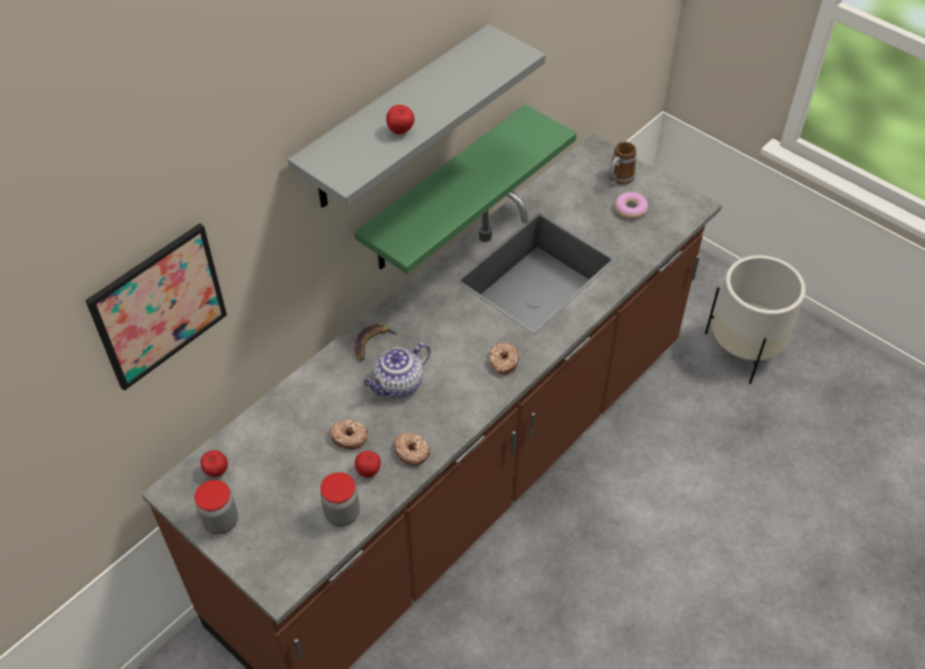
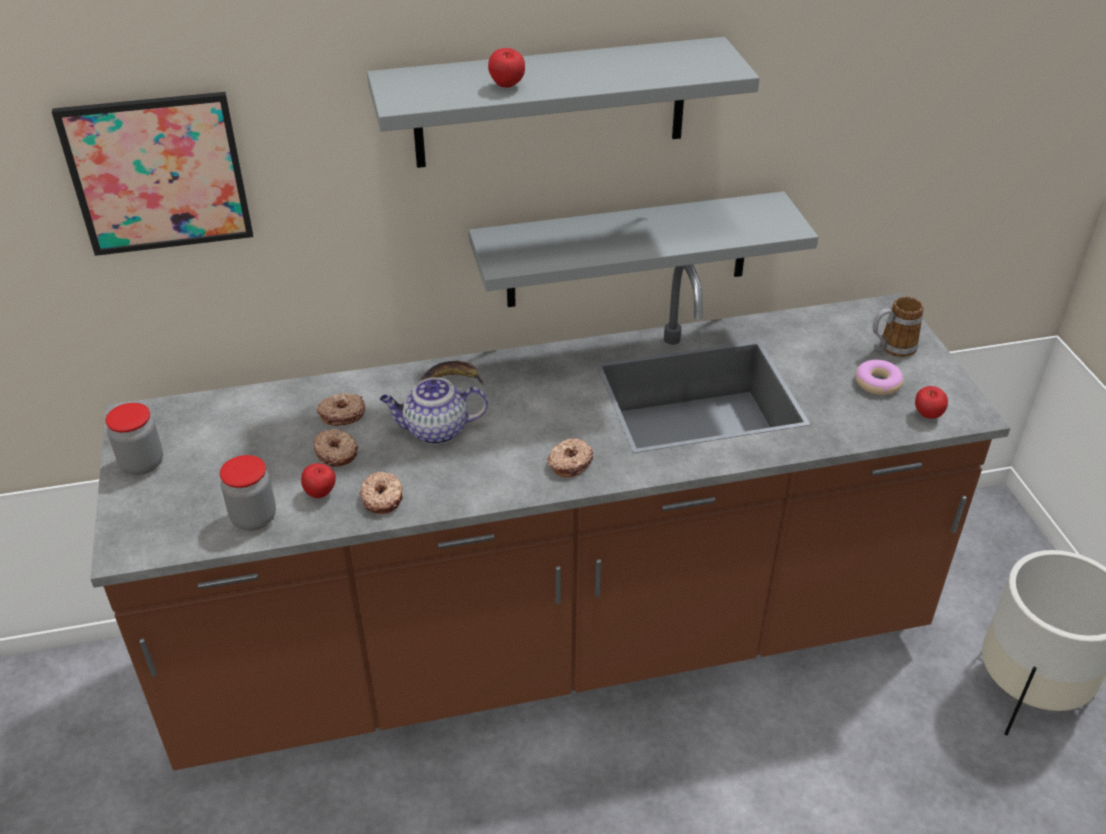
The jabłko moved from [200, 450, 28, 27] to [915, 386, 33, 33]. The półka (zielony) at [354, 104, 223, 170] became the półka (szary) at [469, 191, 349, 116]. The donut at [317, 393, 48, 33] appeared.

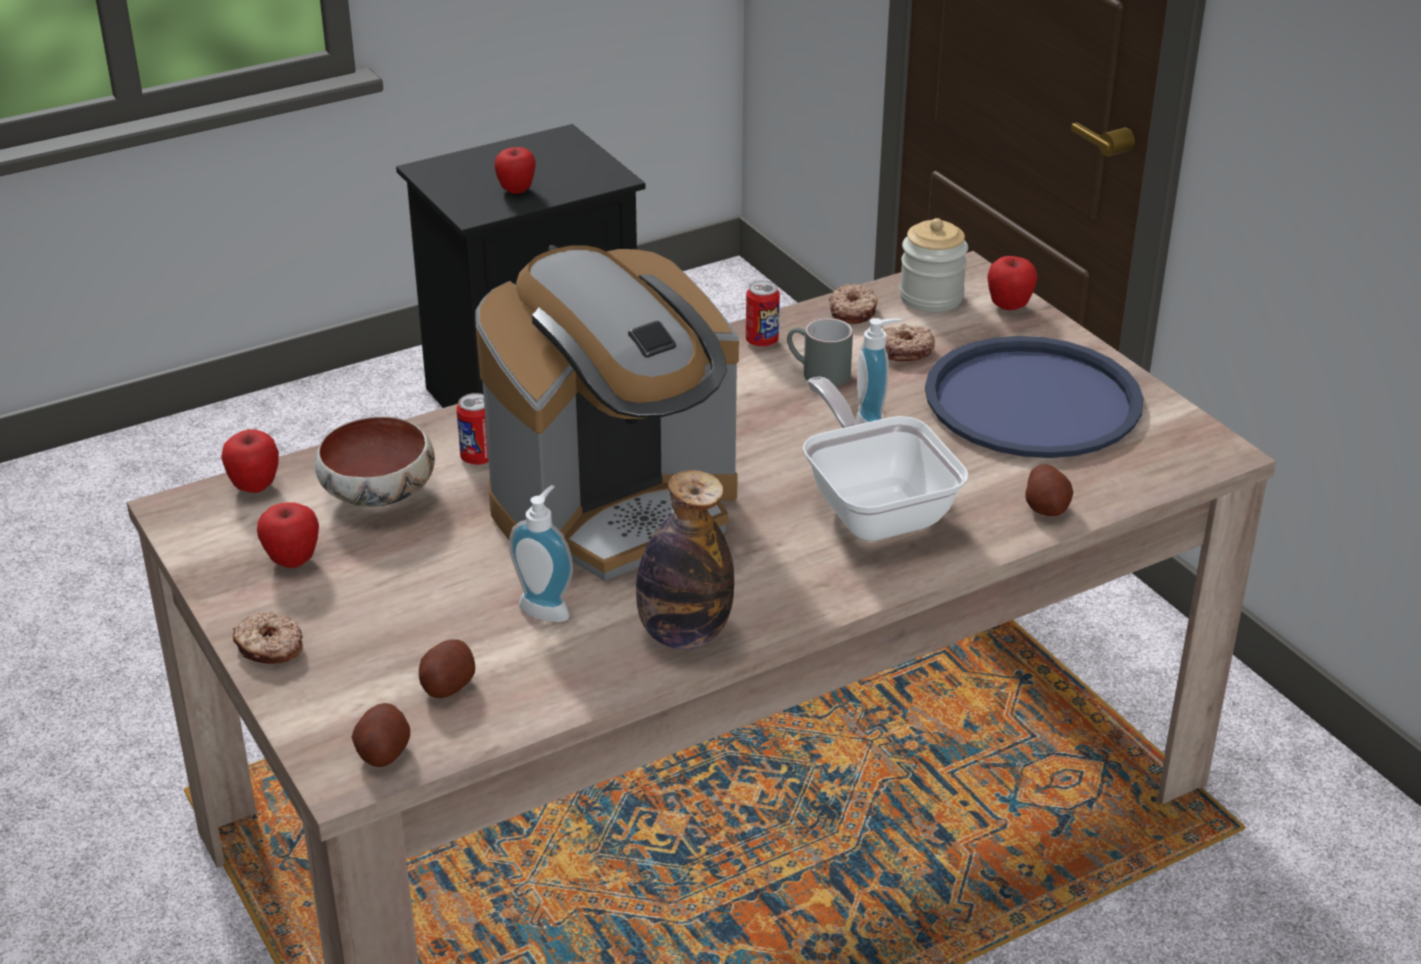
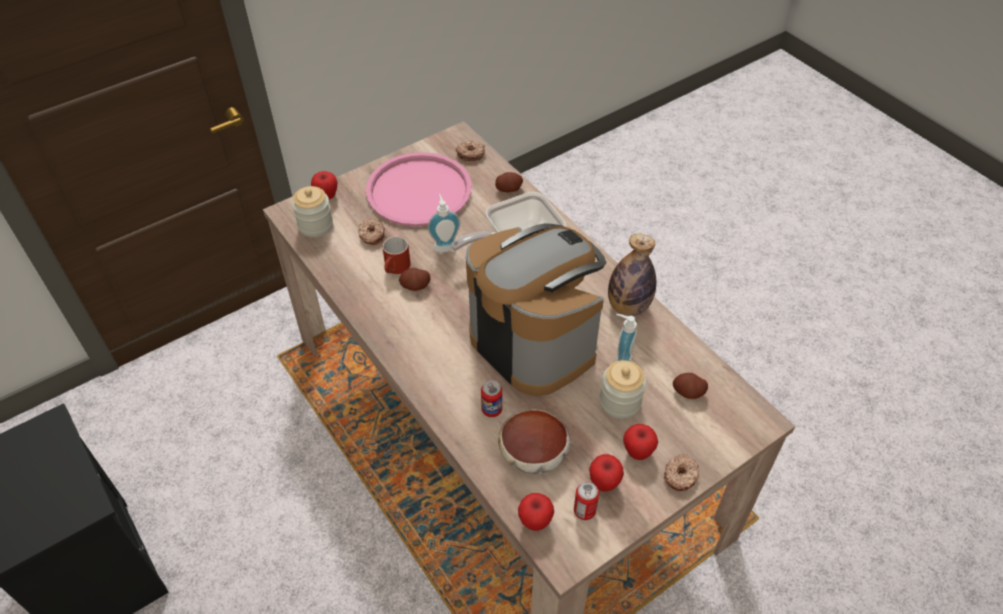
The ziemniak moved from [352, 703, 58, 64] to [399, 268, 31, 23]. The jabłko moved from [494, 147, 42, 47] to [623, 424, 35, 36]. The puszka moved from [746, 281, 34, 66] to [574, 482, 25, 38]. The kubek (szary) at [787, 318, 66, 69] became the kubek (czerwony) at [382, 236, 29, 38]. The donut moved from [829, 284, 48, 40] to [456, 141, 29, 20]. The taca (niebieski) at [925, 336, 219, 122] became the taca (różowy) at [366, 152, 106, 74]. The słoik at [599, 360, 47, 59] appeared.

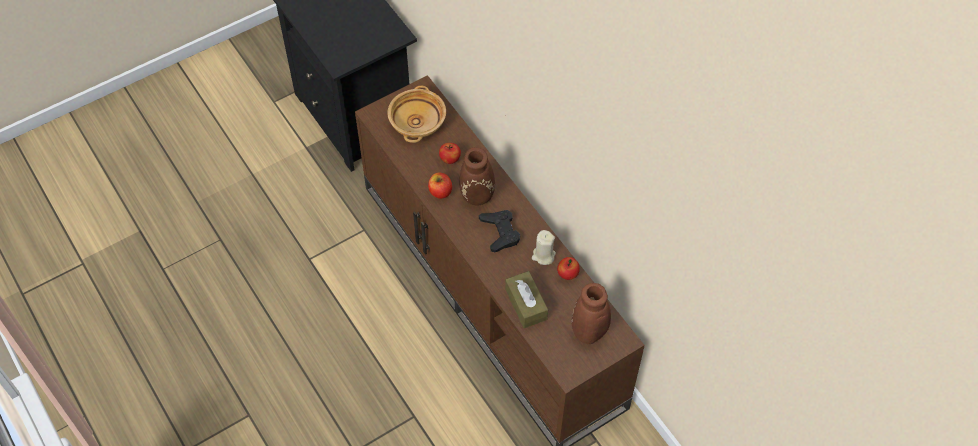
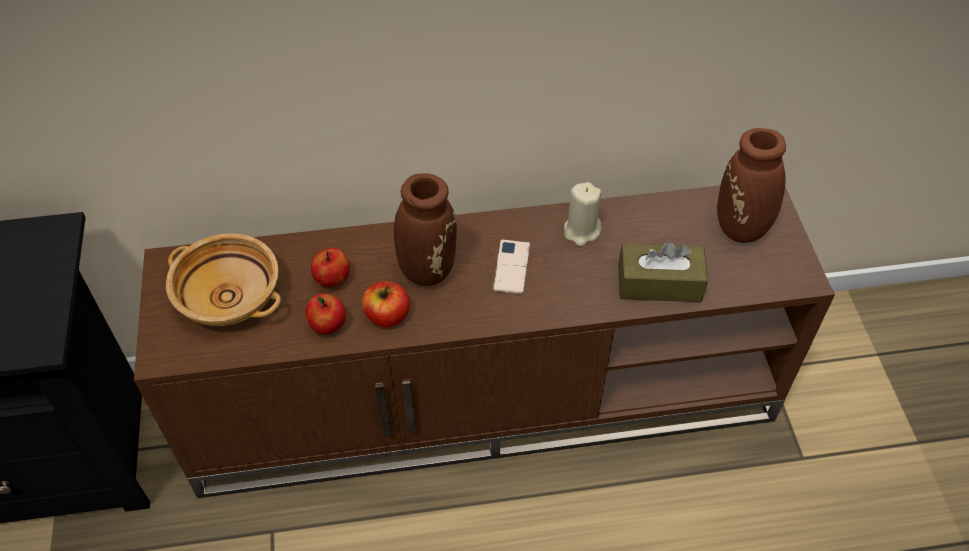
The pad do gier (czarny) at [479, 210, 41, 42] was replaced by the telefon at [493, 239, 37, 55]. The jabłko moved from [557, 257, 23, 23] to [305, 293, 41, 41].

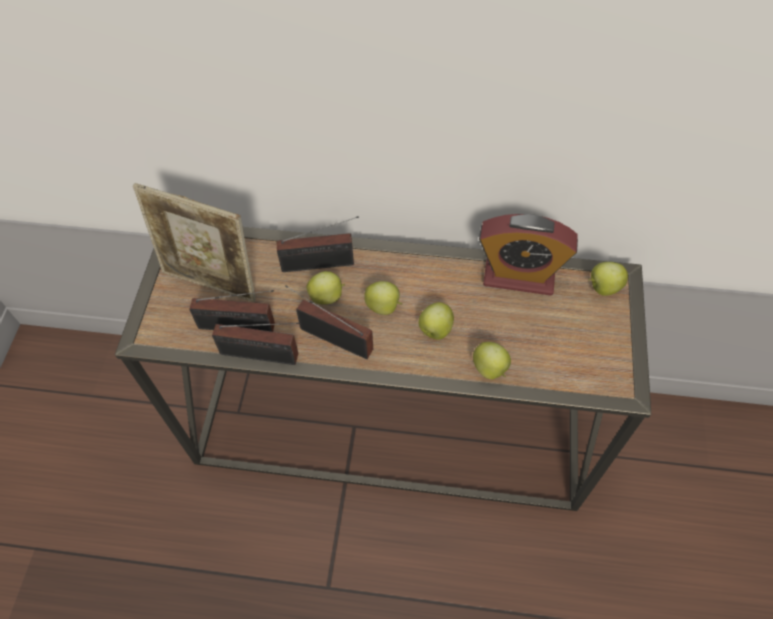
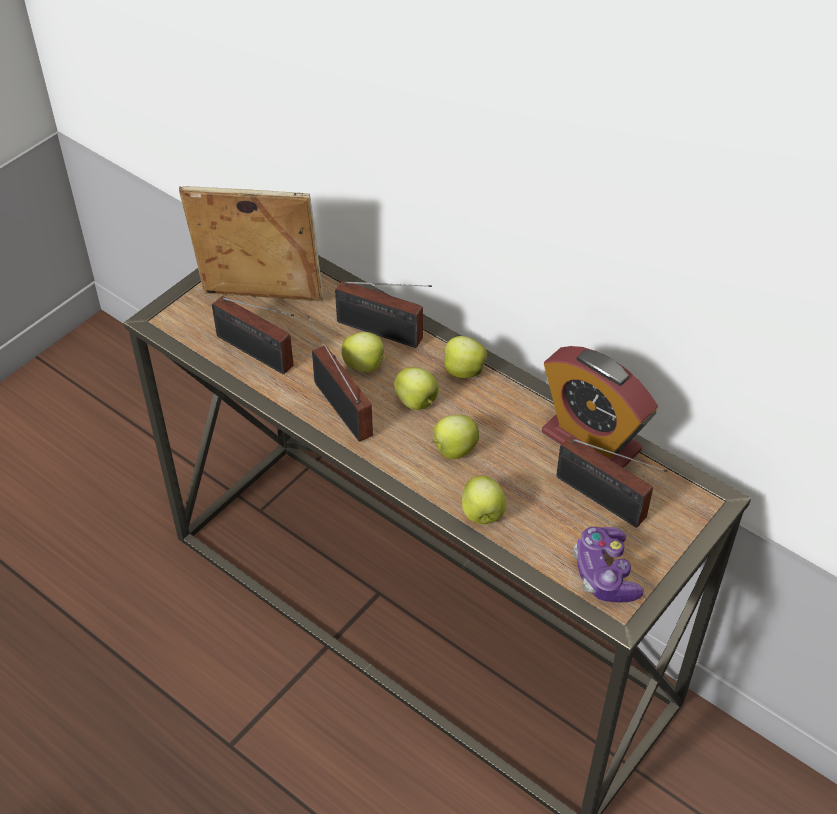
The ramka na zdjęcie at [133, 183, 123, 119] turned 135 degrees clockwise. The radio moved from [212, 322, 87, 43] to [556, 436, 111, 92]. The jabłko moved from [588, 262, 40, 34] to [442, 336, 45, 42]. The pad do gier at [573, 527, 71, 75] appeared.

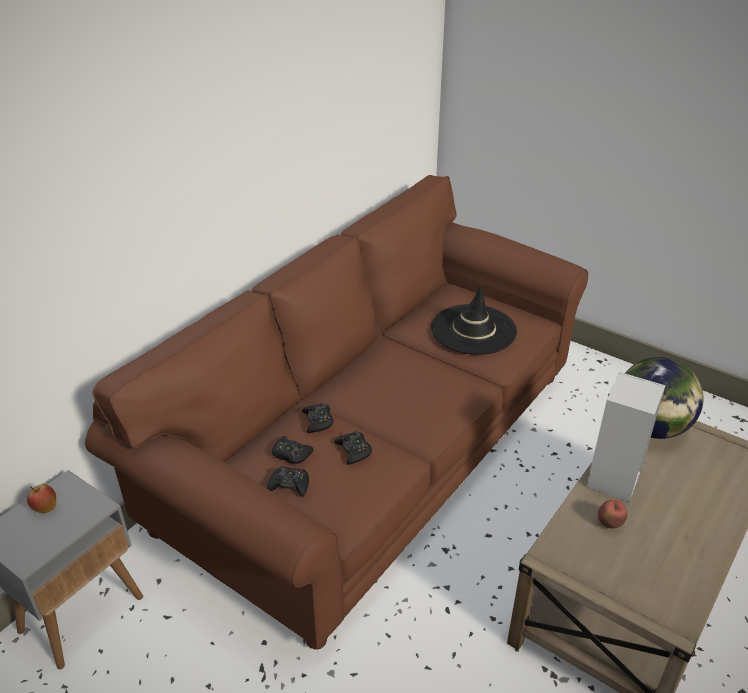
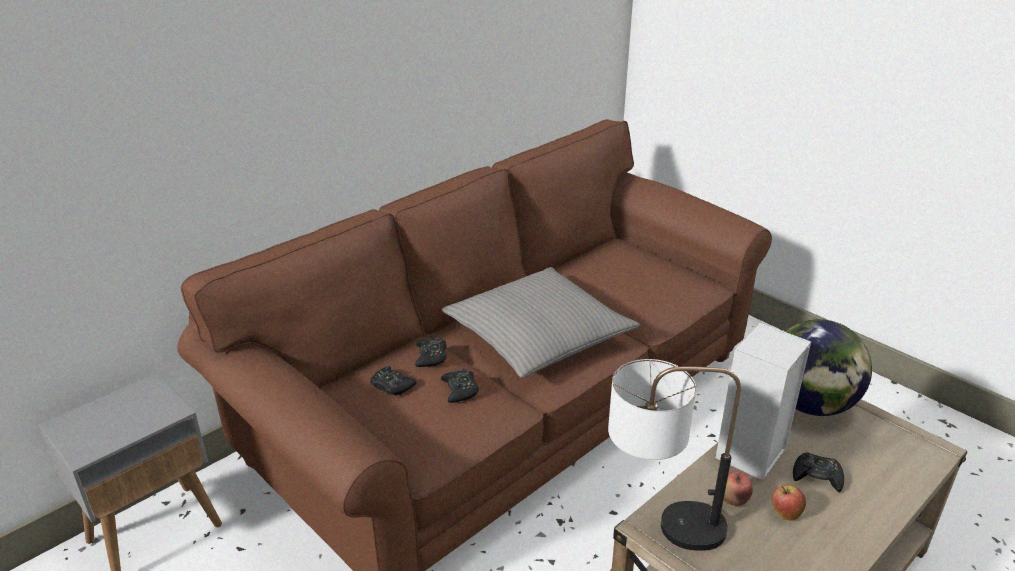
The jabłko moved from [27, 484, 29, 29] to [772, 485, 34, 36]. The pad do gier (czarny) moved from [267, 466, 42, 31] to [793, 452, 51, 40]. The kapelusz (czarny) at [431, 285, 86, 70] disappeared. The poduszka (szary) at [442, 267, 198, 111] appeared. The lampa stołowa at [608, 359, 133, 192] appeared.

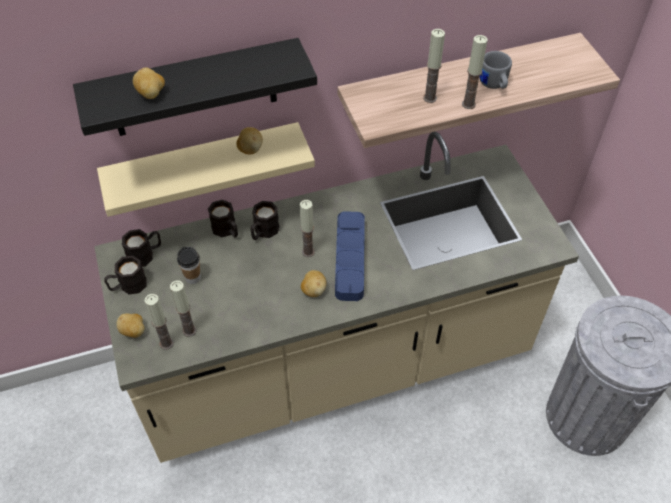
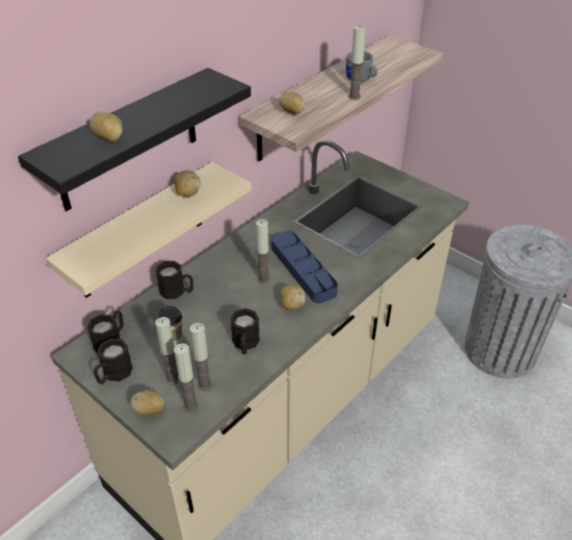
The kubek (czarny) moved from [250, 201, 29, 39] to [230, 308, 30, 46]. The świeca moved from [423, 29, 22, 74] to [155, 317, 24, 68]. The ziemniak at [279, 91, 26, 24] appeared.

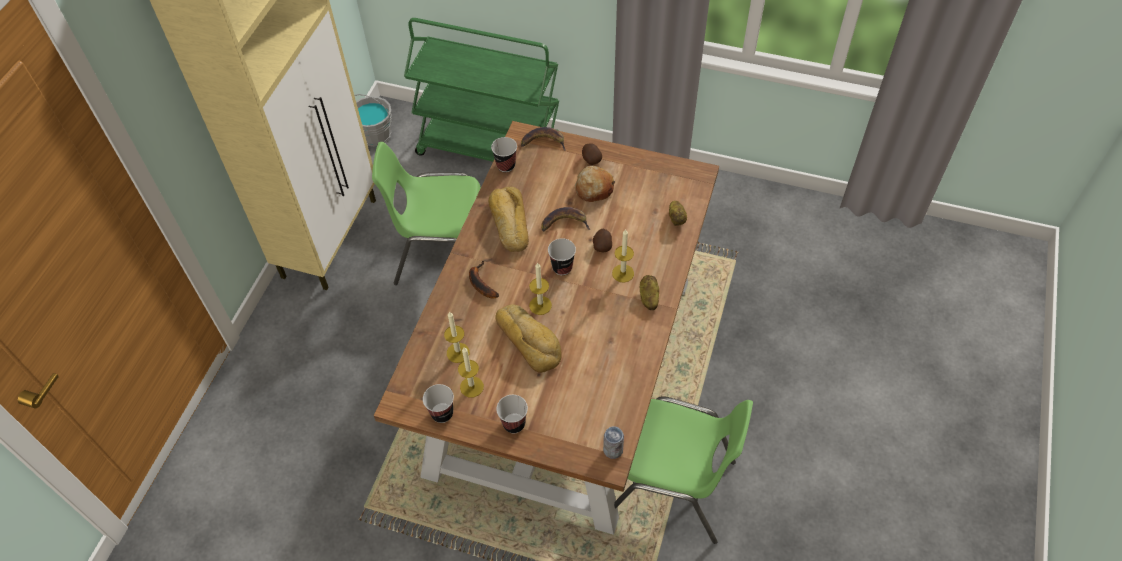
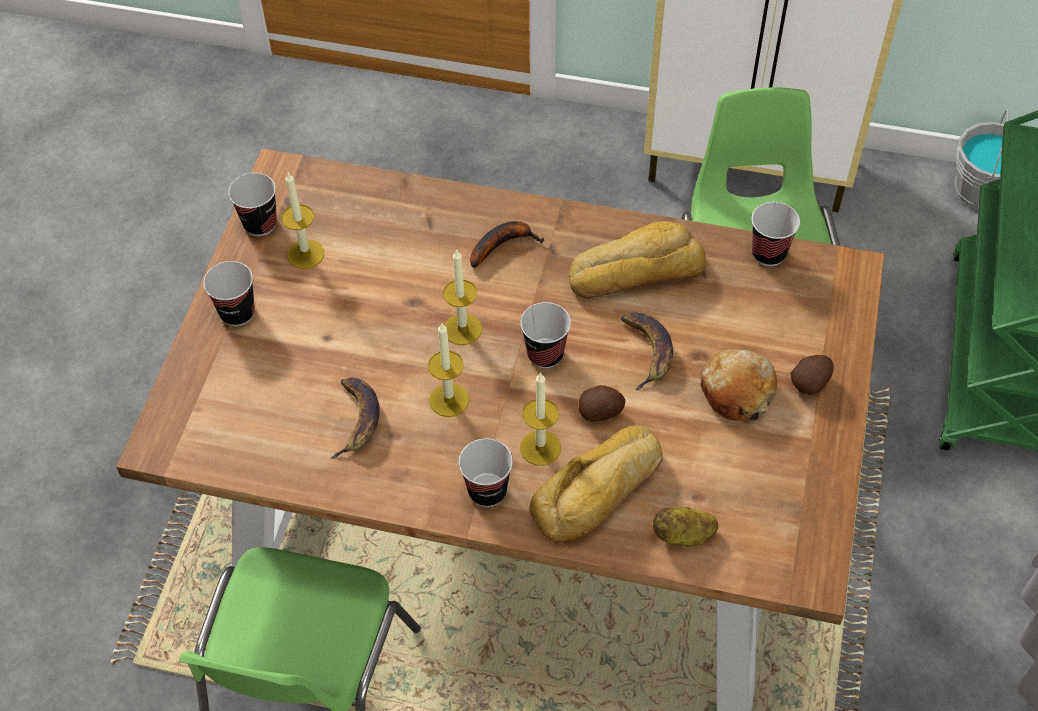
The świeca moved from [444, 312, 26, 51] to [428, 323, 41, 94]. The chleb moved from [495, 304, 67, 69] to [530, 426, 133, 116]. The banan moved from [521, 127, 45, 24] to [331, 377, 49, 82]. The puszka at [603, 426, 21, 33] disappeared. The ziemniak at [640, 275, 19, 35] was replaced by the filiżanka at [459, 438, 54, 69].

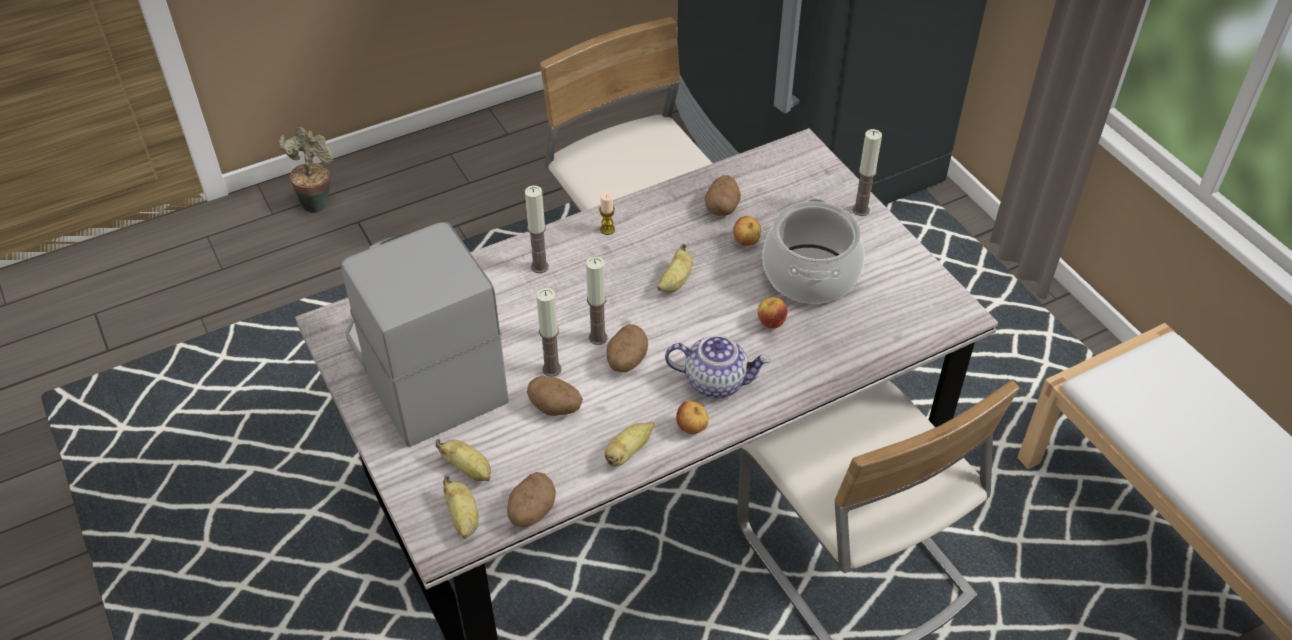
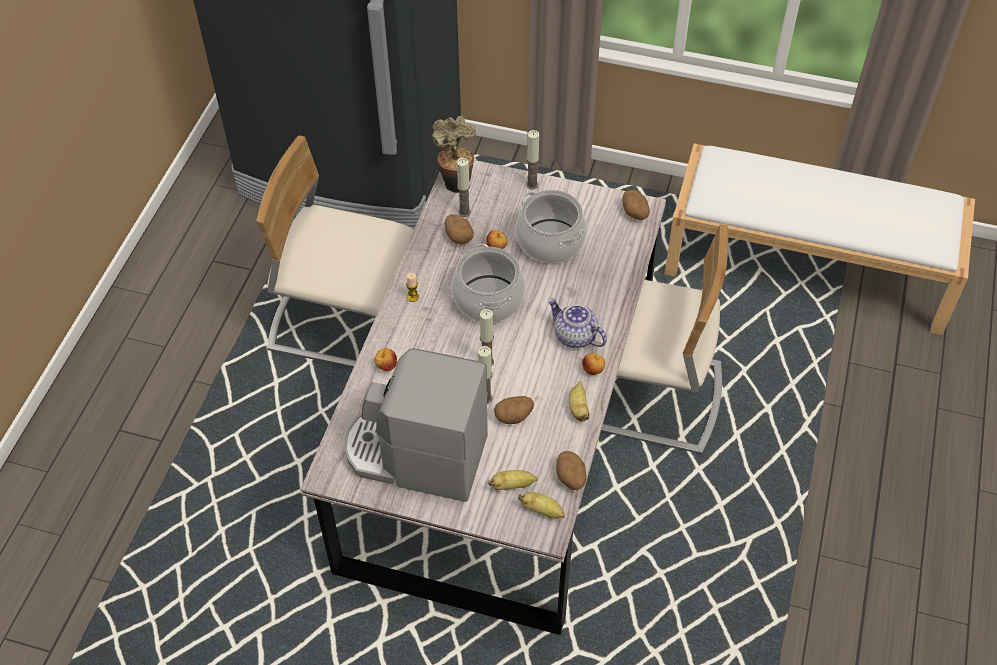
The roślina doniczkowa moved from [279, 127, 55, 86] to [432, 116, 44, 77]. The świeca moved from [525, 185, 24, 88] to [457, 158, 14, 59]. The ziemniak moved from [606, 324, 42, 48] to [622, 190, 28, 30]. The banan at [657, 244, 36, 49] was replaced by the garnek at [451, 244, 75, 78]. The imbryk at [665, 335, 106, 63] turned 105 degrees counterclockwise. The jabłko moved from [758, 297, 30, 32] to [374, 348, 23, 23].

